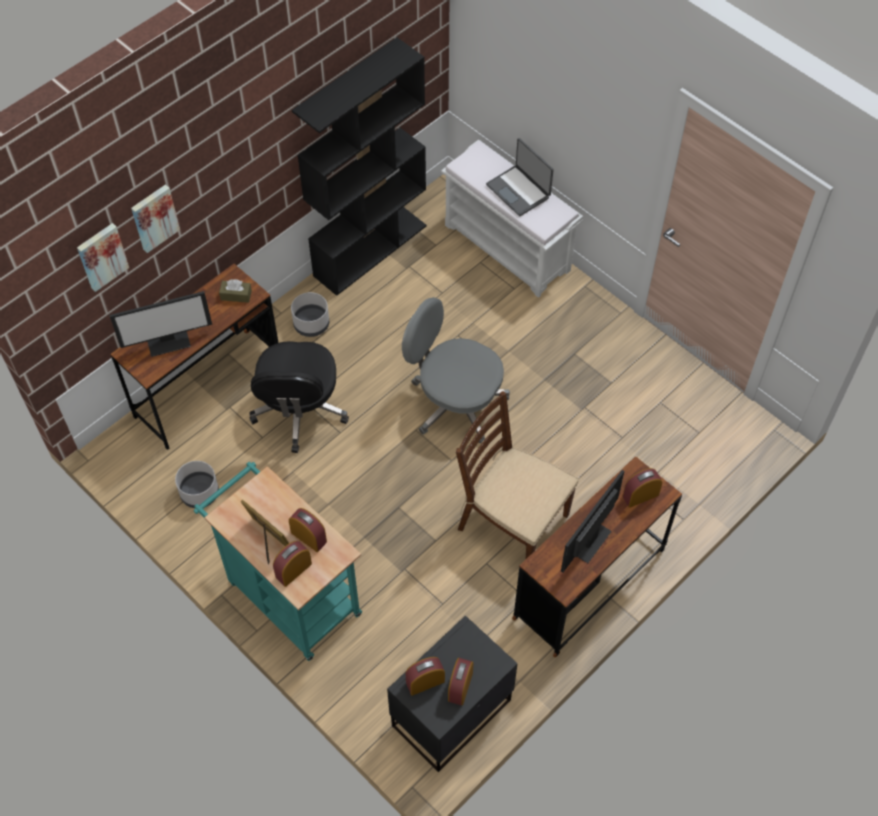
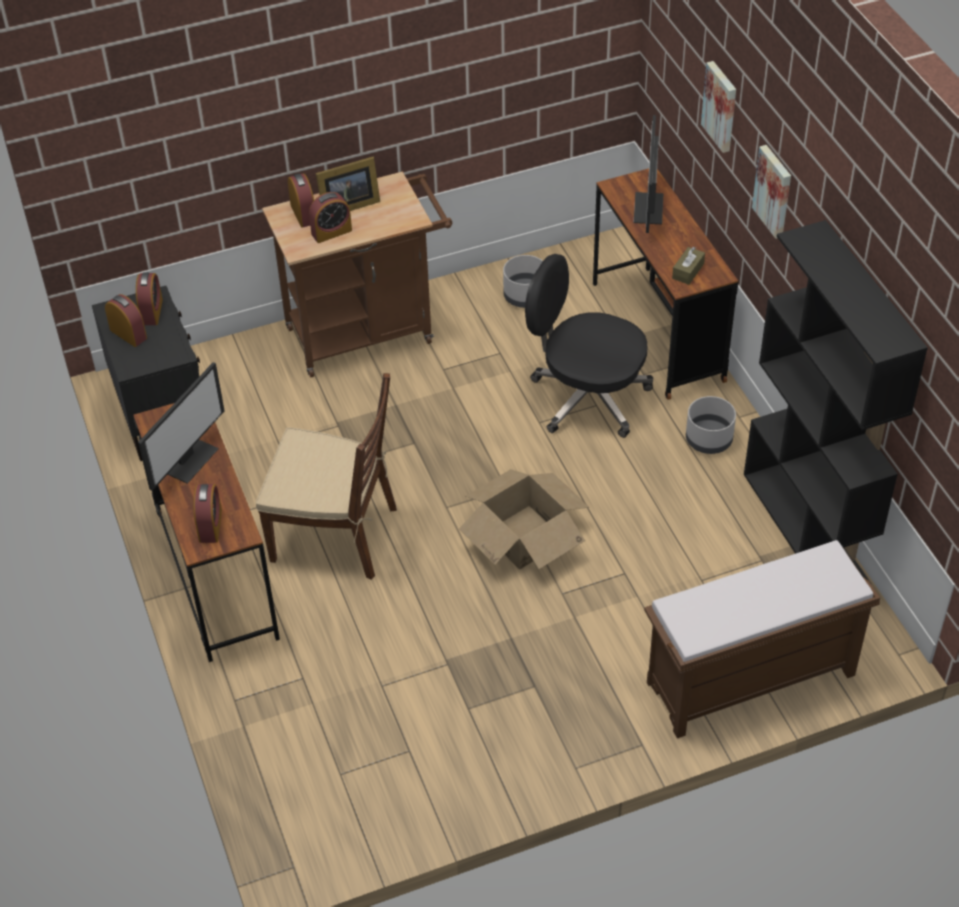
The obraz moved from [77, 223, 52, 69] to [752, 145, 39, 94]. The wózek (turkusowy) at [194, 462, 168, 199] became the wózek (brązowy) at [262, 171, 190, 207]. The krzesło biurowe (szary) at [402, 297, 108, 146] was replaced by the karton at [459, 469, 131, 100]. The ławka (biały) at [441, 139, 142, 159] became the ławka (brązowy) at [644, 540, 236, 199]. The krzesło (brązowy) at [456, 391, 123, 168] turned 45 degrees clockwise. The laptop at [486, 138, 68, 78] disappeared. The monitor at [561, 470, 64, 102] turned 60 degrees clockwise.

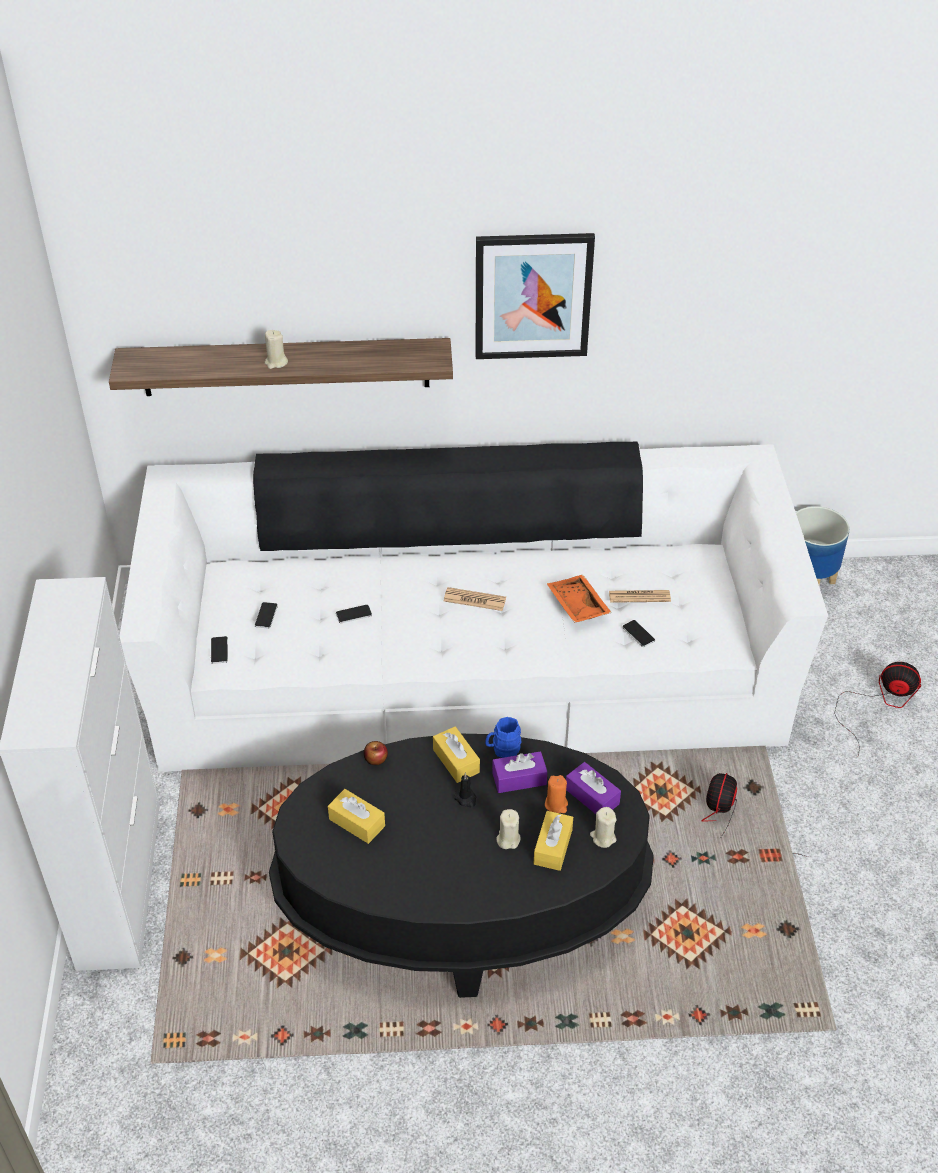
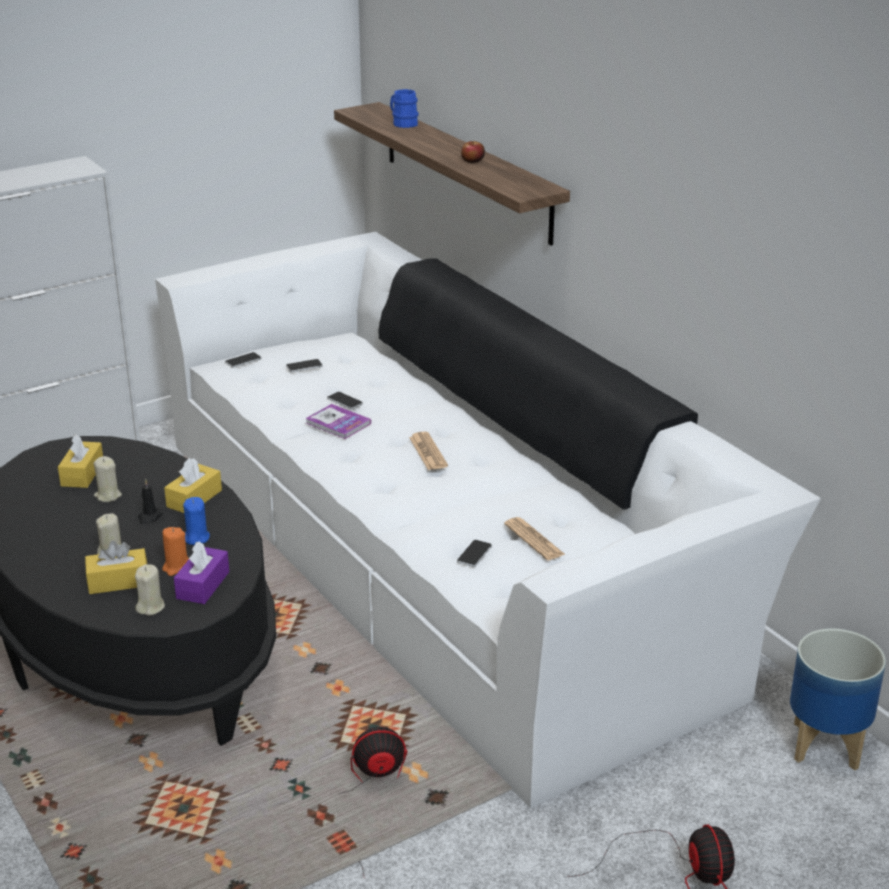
The świeca (beżowy) moved from [265, 330, 23, 39] to [94, 456, 28, 46]. The jabłko moved from [364, 741, 24, 24] to [461, 141, 24, 22]. The obraz at [476, 233, 119, 126] disappeared. The kubek (niebieski) moved from [485, 717, 36, 41] to [390, 89, 29, 39]. The pudełko chusteczek (fioletowy) at [492, 751, 55, 42] was replaced by the świeca (niebieski) at [183, 497, 27, 48]. The taca (pomarańczowy) at [547, 575, 65, 48] disappeared. The książka at [305, 404, 66, 35] appeared.

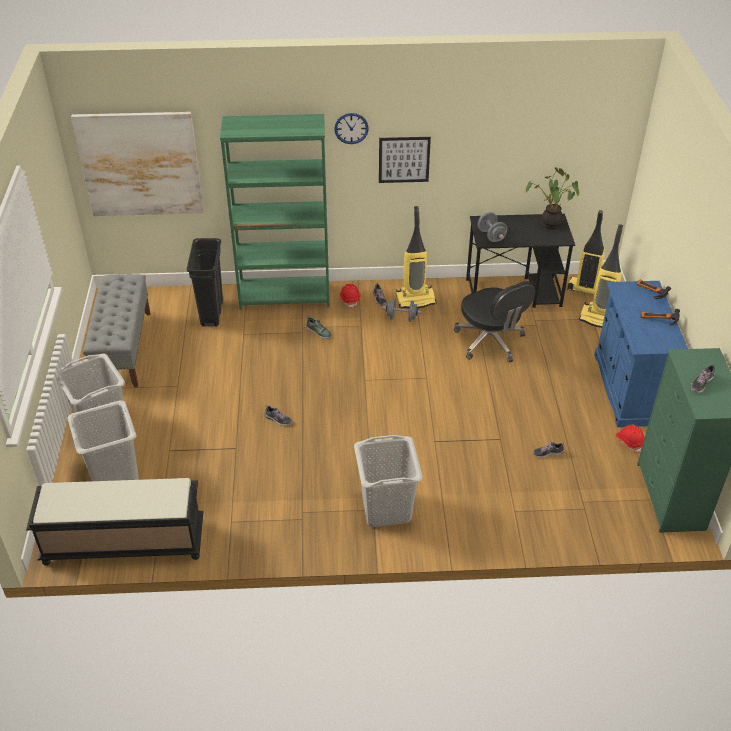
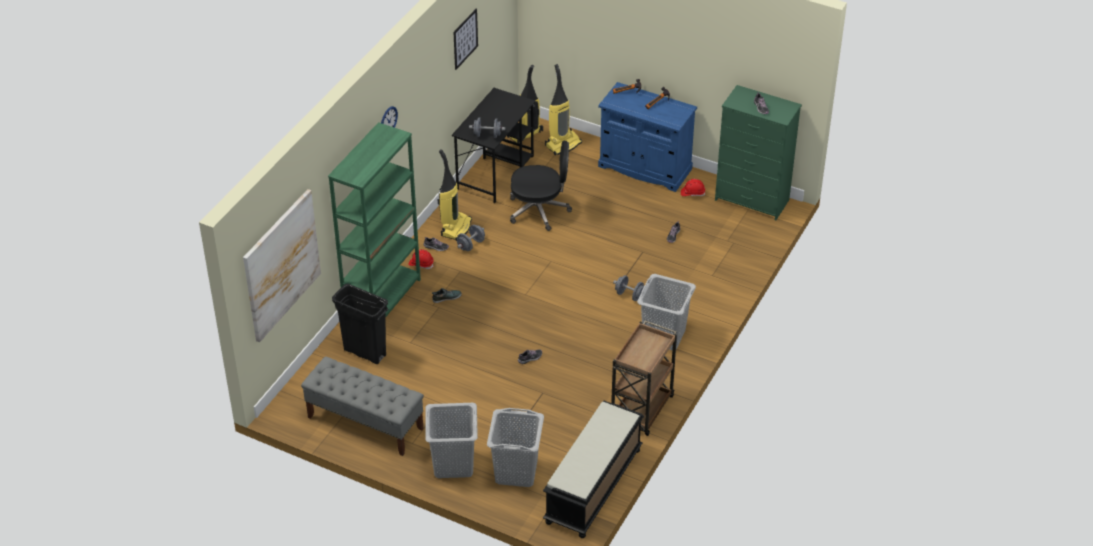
The obraz moved from [379, 137, 52, 46] to [453, 9, 25, 61]. The roślina doniczkowa at [525, 167, 54, 62] disappeared. The wózek (brązowy) at [611, 320, 66, 116] appeared. The hantel (szary) at [613, 275, 31, 26] appeared.

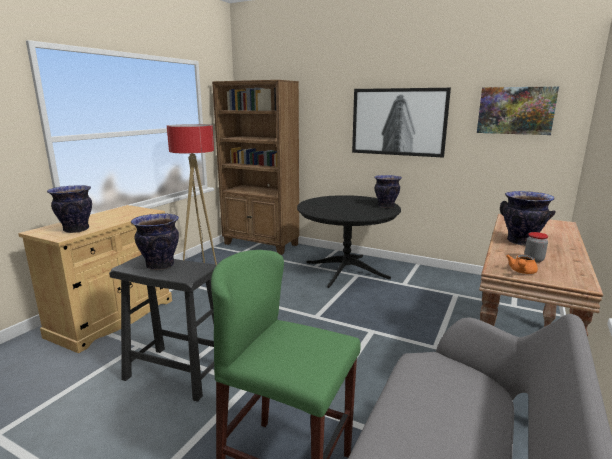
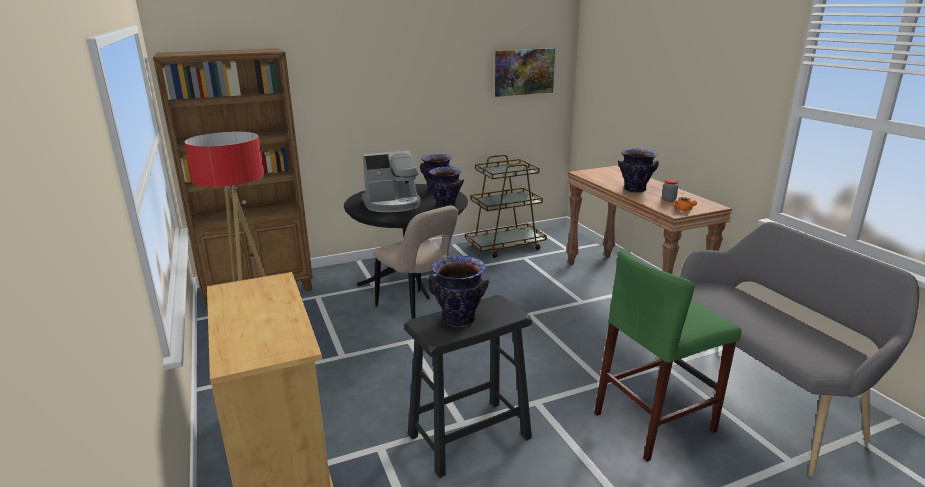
The wazon moved from [47, 185, 45, 48] to [427, 167, 38, 41]. The obraz at [352, 88, 99, 70] disappeared. The ekspres do kawy at [361, 150, 60, 63] appeared. The krzesło (beżowy) at [373, 205, 85, 114] appeared. The wózek (brązowy) at [465, 154, 82, 104] appeared.

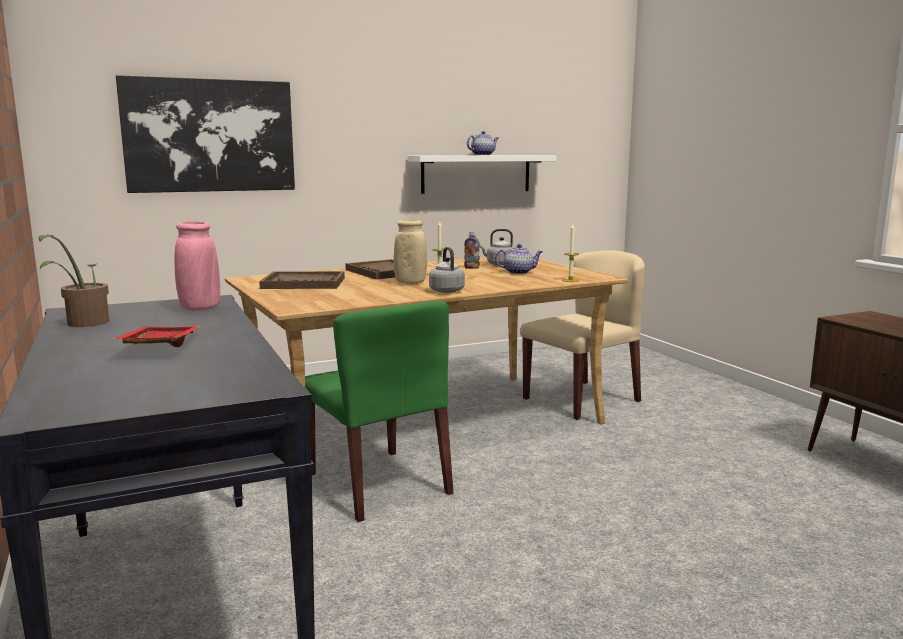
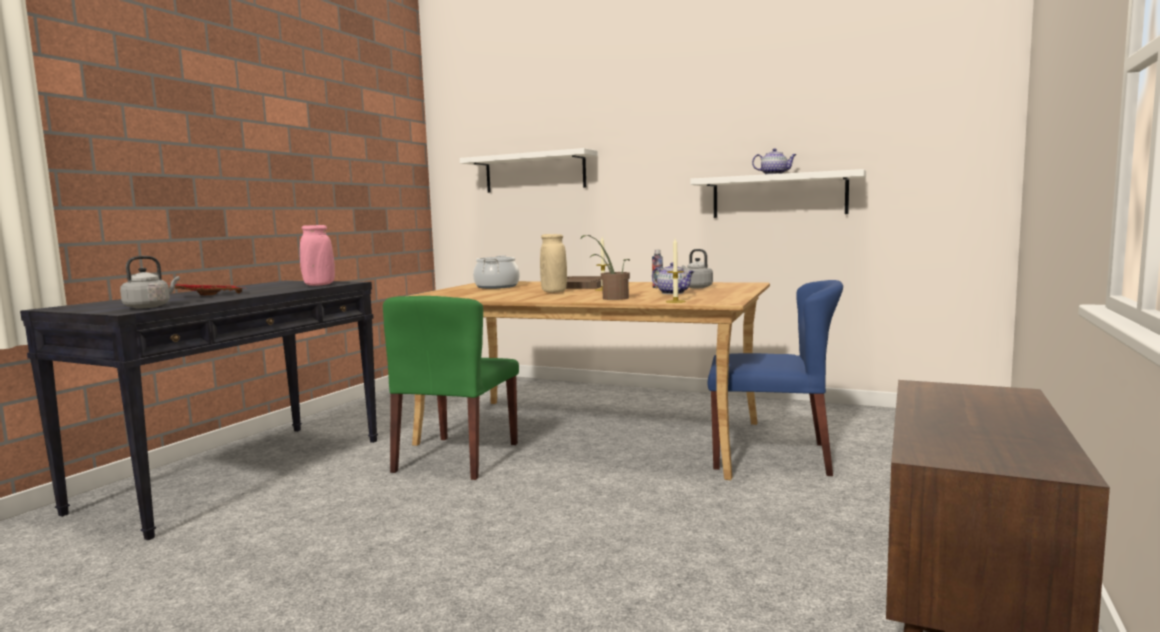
The roślina doniczkowa moved from [39, 235, 70, 92] to [581, 235, 49, 65]. The obraz at [116, 75, 179, 118] was replaced by the półka (biały) at [460, 148, 138, 45]. The taca (brązowy) at [259, 271, 86, 18] was replaced by the garnek at [473, 255, 47, 34]. The czajnik (szary) moved from [429, 247, 36, 46] to [120, 256, 60, 53]. The krzesło (beżowy) at [520, 250, 125, 170] became the krzesło (niebieski) at [708, 280, 135, 196].

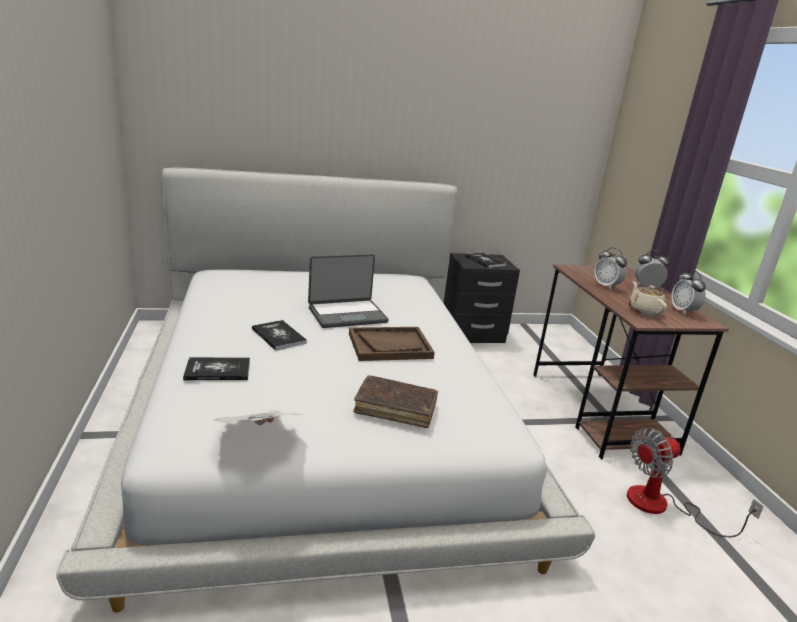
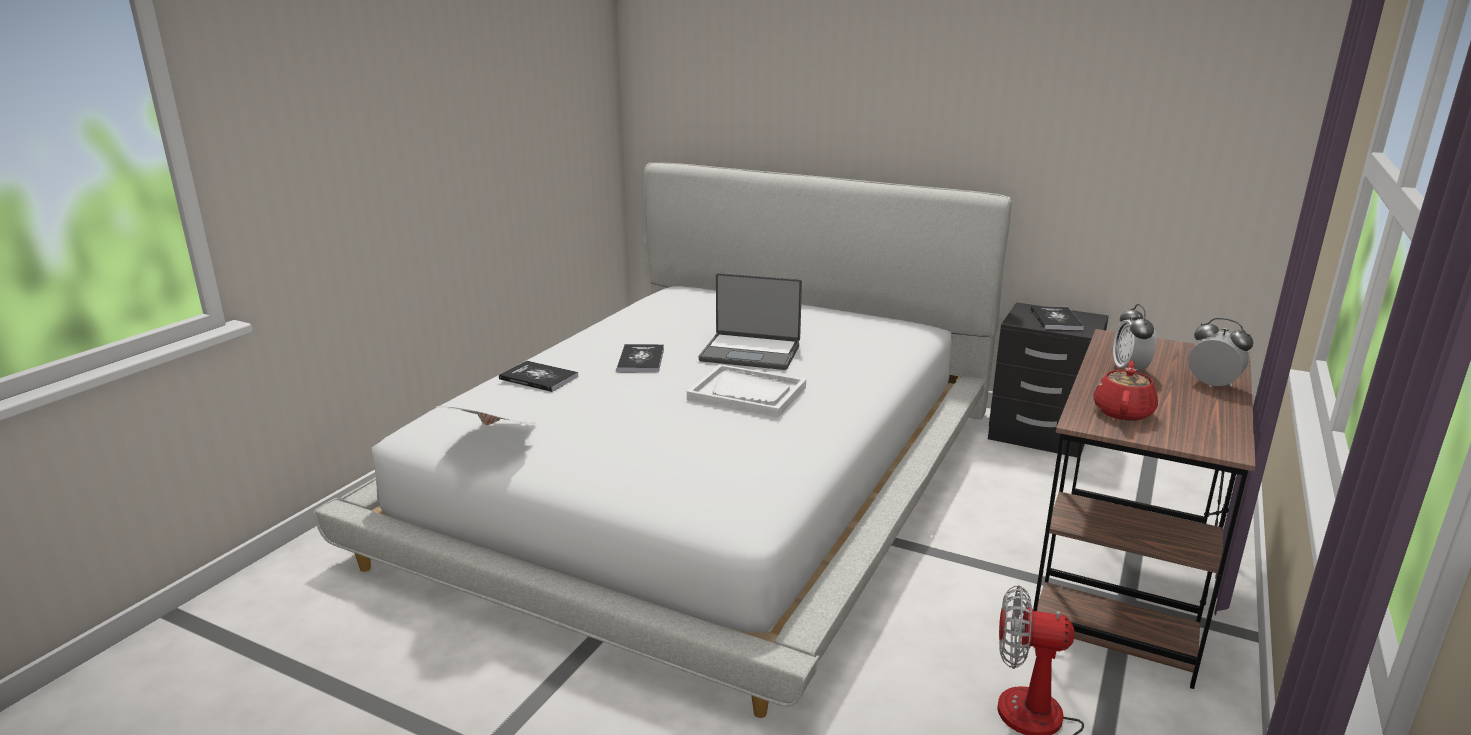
The taca (brązowy) at [349, 327, 86, 34] became the taca (biały) at [687, 364, 119, 54]. The książka (brązowy) at [353, 375, 85, 53] disappeared. The imbryk (beżowy) at [629, 281, 38, 35] became the imbryk (czerwony) at [1093, 361, 65, 60]. The budzik at [671, 270, 35, 45] disappeared.

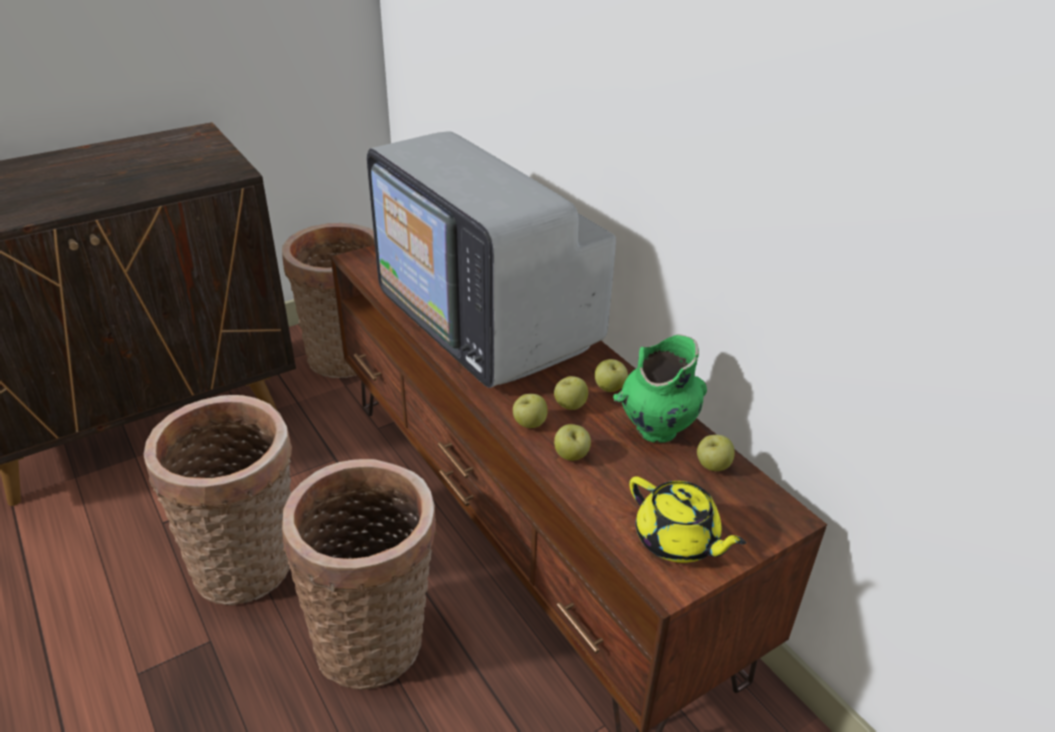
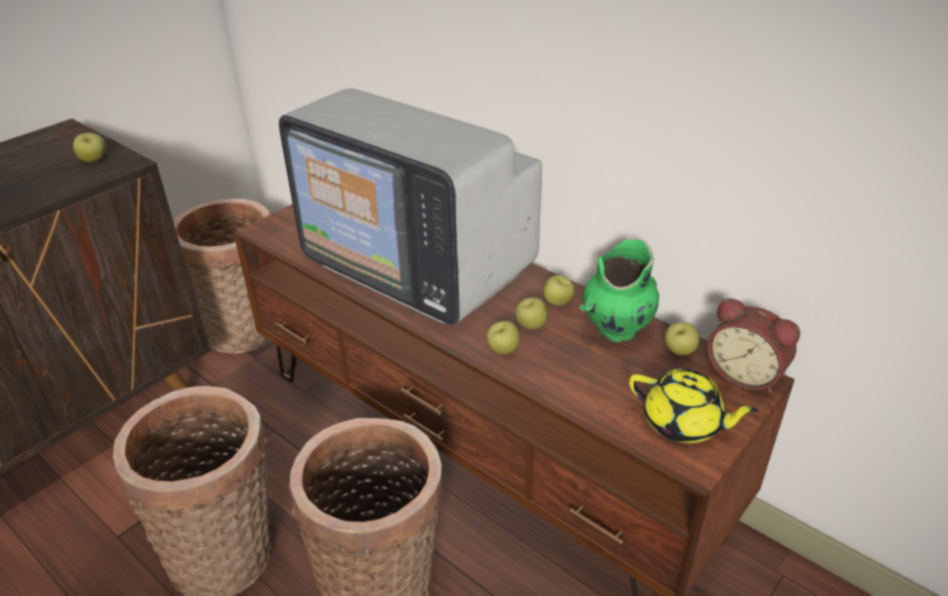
The jabłko moved from [554, 424, 37, 37] to [73, 133, 33, 29]. The budzik at [707, 298, 93, 95] appeared.

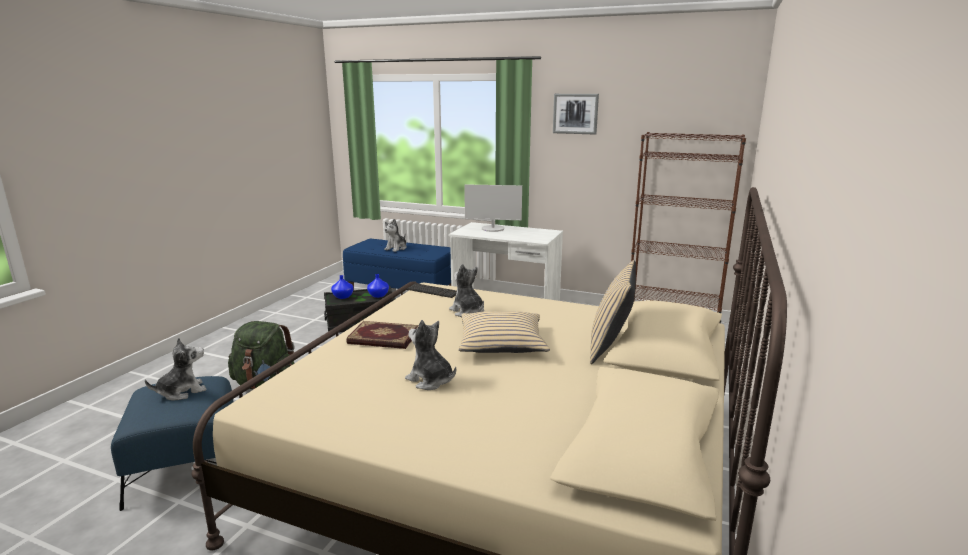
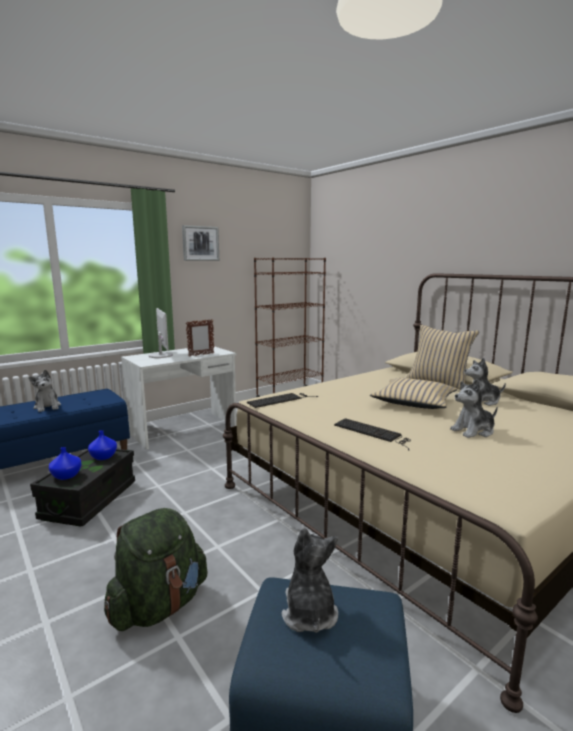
The książka at [347, 321, 71, 28] was replaced by the klawiatura at [334, 418, 77, 32]. The pluszak moved from [449, 264, 35, 53] to [464, 358, 42, 48]. The monitor at [464, 184, 58, 48] turned 60 degrees counterclockwise. The ramka na zdjęcie at [186, 319, 28, 38] appeared.

